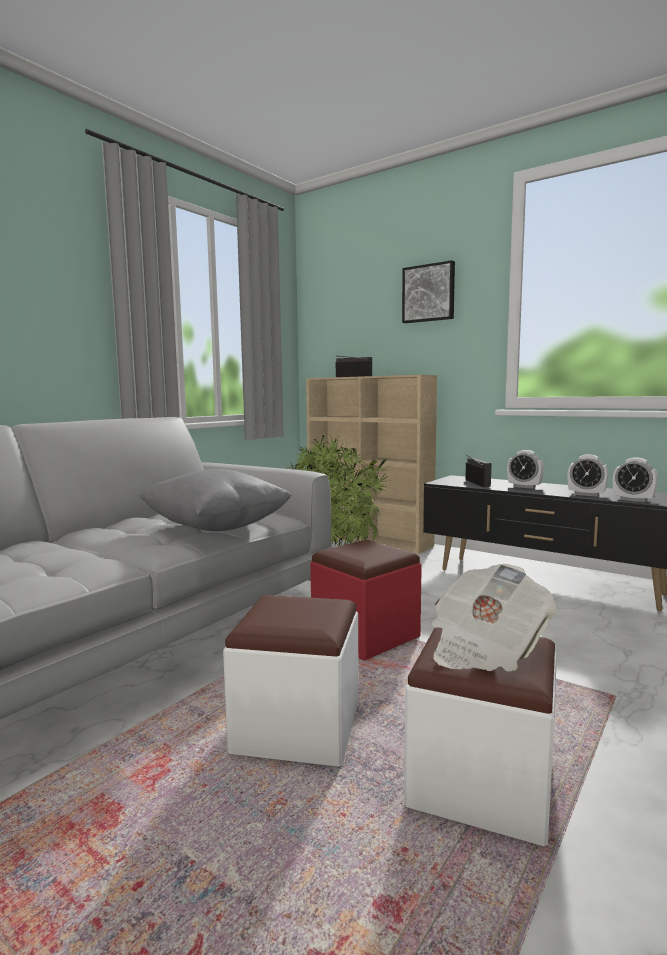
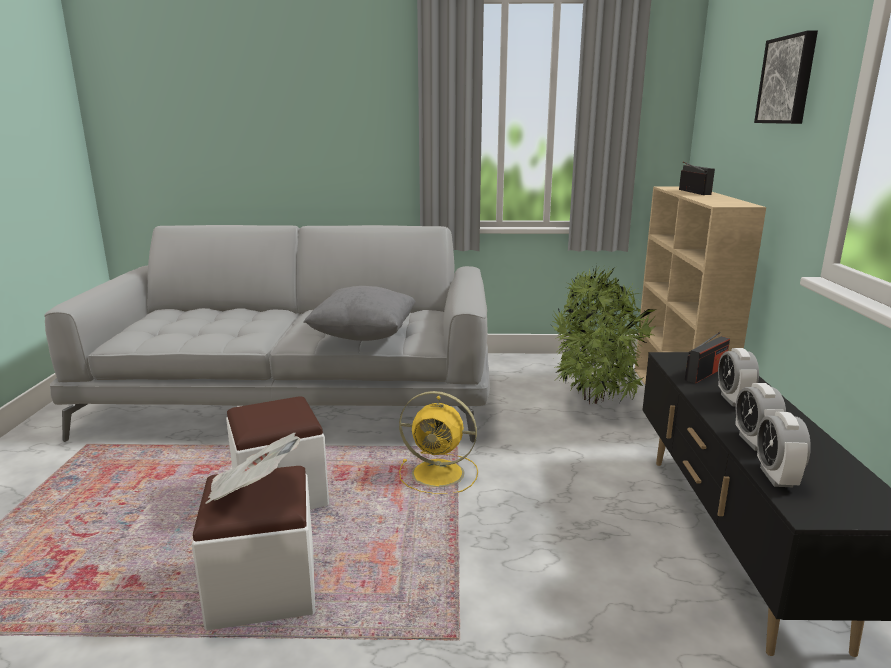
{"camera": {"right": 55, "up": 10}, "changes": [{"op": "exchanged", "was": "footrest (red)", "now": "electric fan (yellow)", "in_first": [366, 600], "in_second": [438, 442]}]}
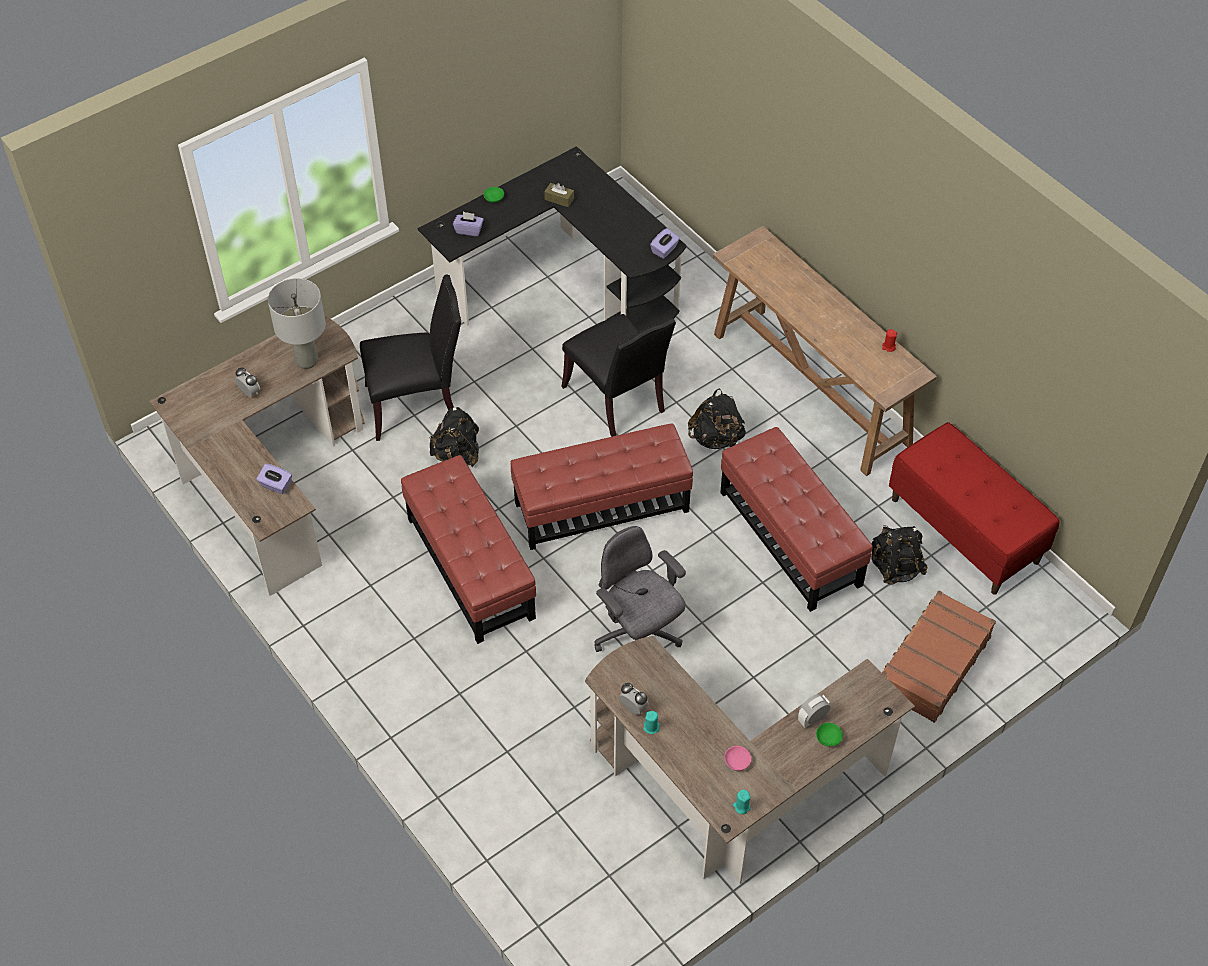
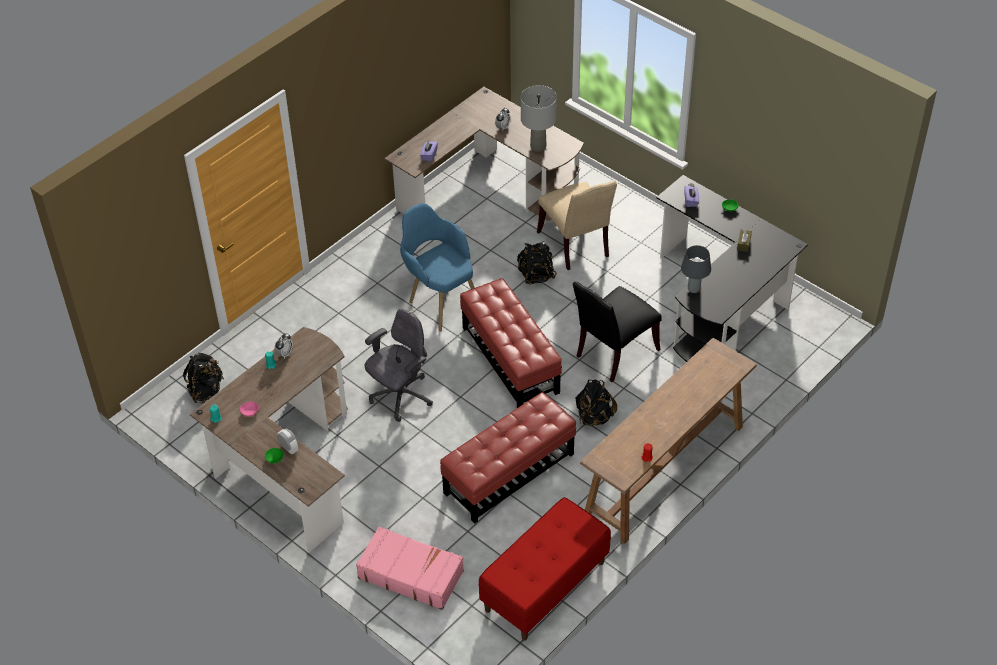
{"camera": {"right": 80, "up": -5}, "changes": [{"op": "colour", "was": "upright chair (blackish)", "now": "upright chair (beige)", "in_first": [410, 357], "in_second": [577, 225]}, {"op": "exchanged", "was": "footrest (red)", "now": "easy chair (blue)", "in_first": [468, 549], "in_second": [437, 267]}, {"op": "missing", "was": "tissue box (purple-coloured)", "in_first": [665, 243]}, {"op": "relocated", "was": "knapsack (blackish)", "in_first": [899, 555], "in_second": [203, 378]}, {"op": "colour", "was": "travel case (brownish)", "now": "travel case (pinkish)", "in_first": [939, 656], "in_second": [410, 568]}, {"op": "appeared", "now": "table lamp (greyish)", "in_second": [696, 269]}]}
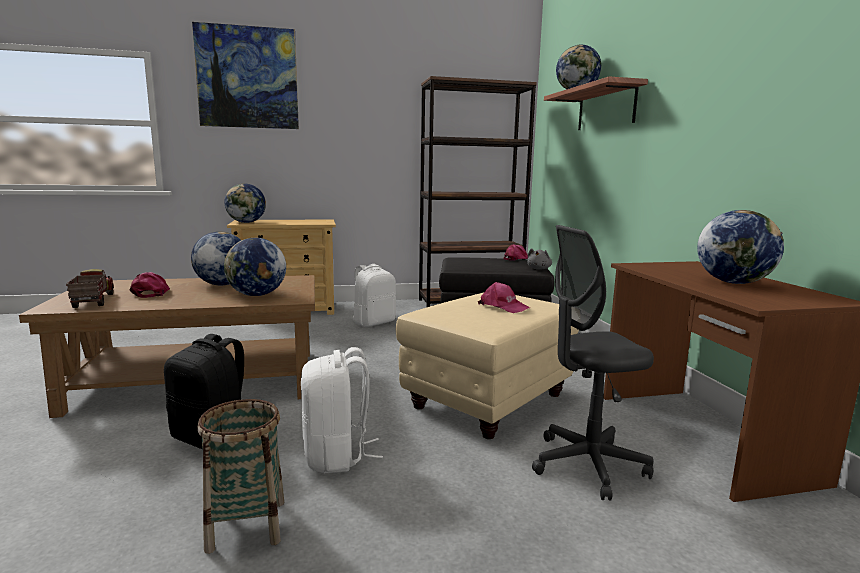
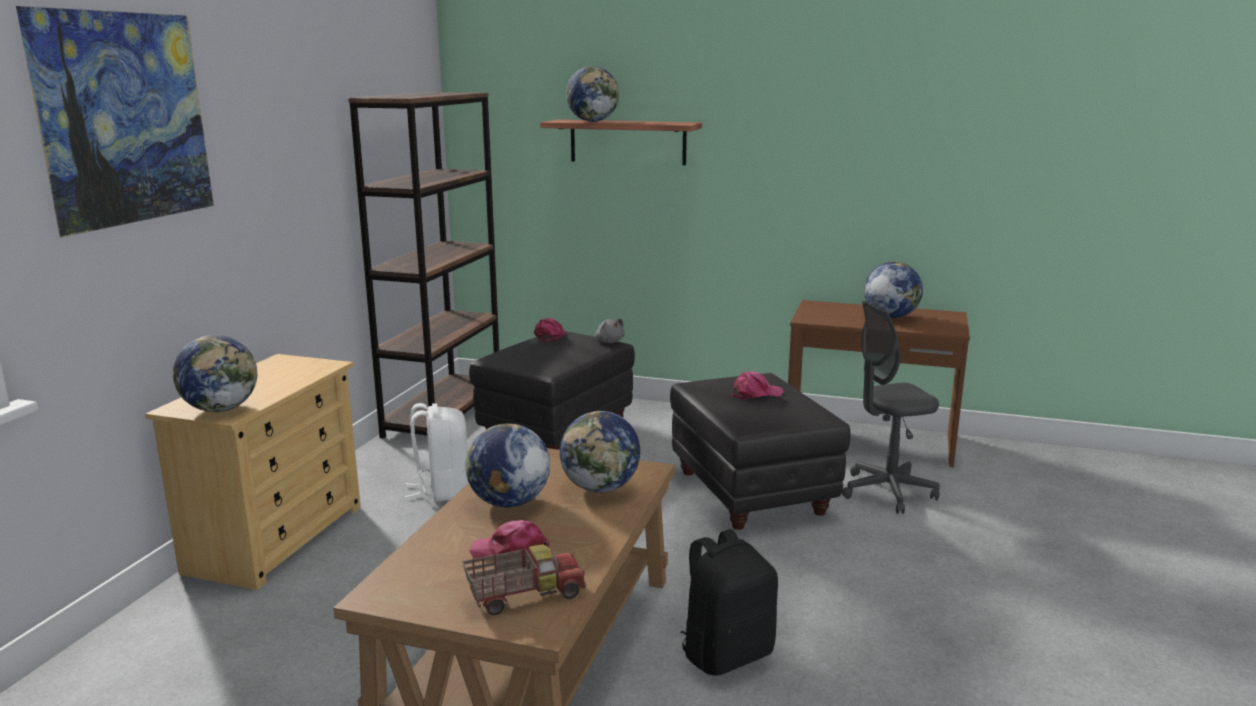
{"camera": {"right": -60, "up": 5}, "changes": [{"op": "spun", "was": "toy truck", "in_first": [90, 288], "in_second": [524, 579], "clockwise": 150}, {"op": "missing", "was": "basket", "in_first": [240, 476]}, {"op": "missing", "was": "knapsack (white)", "in_first": [342, 410]}, {"op": "colour", "was": "footrest (beige)", "now": "footrest (blackish)", "in_first": [487, 365], "in_second": [760, 451]}, {"op": "spun", "was": "desk chair (greyish)", "in_first": [593, 363], "in_second": [891, 407], "clockwise": 60}]}
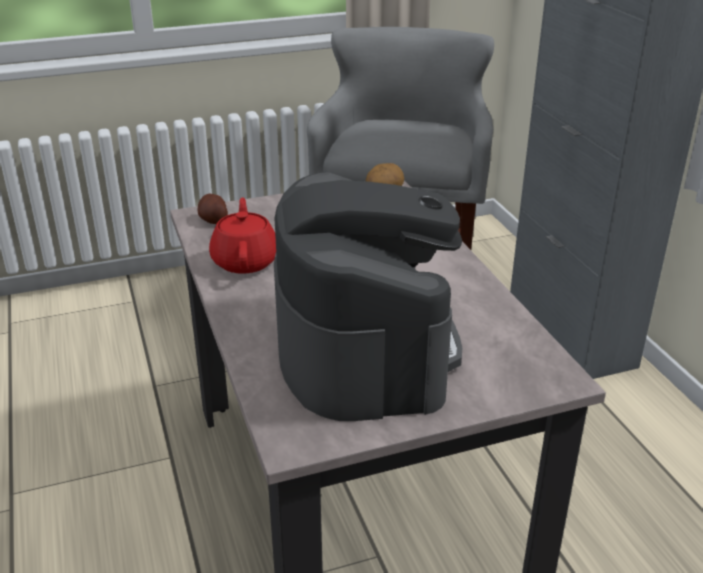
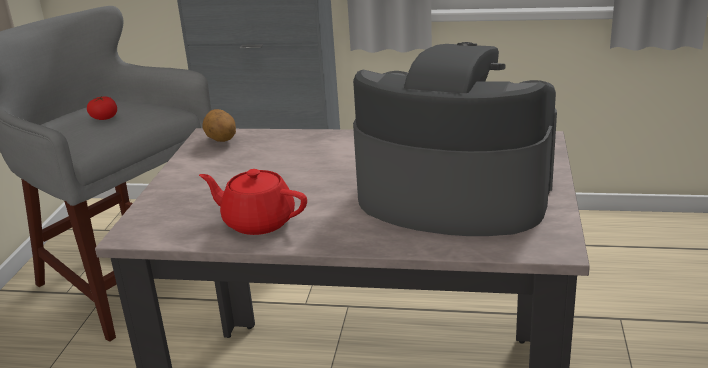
{"camera": {"right": -60, "up": -5}, "changes": [{"op": "missing", "was": "potato", "in_first": [213, 209]}, {"op": "appeared", "now": "fresh tomato", "in_second": [102, 108]}]}
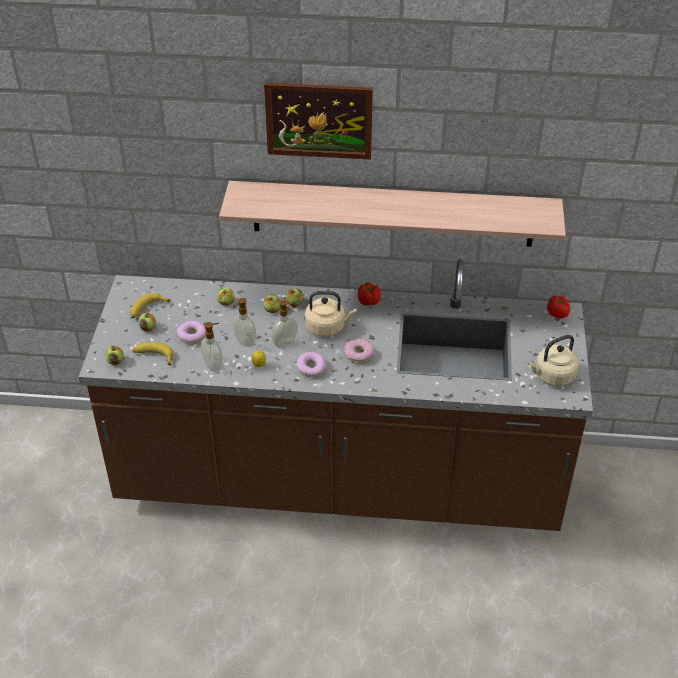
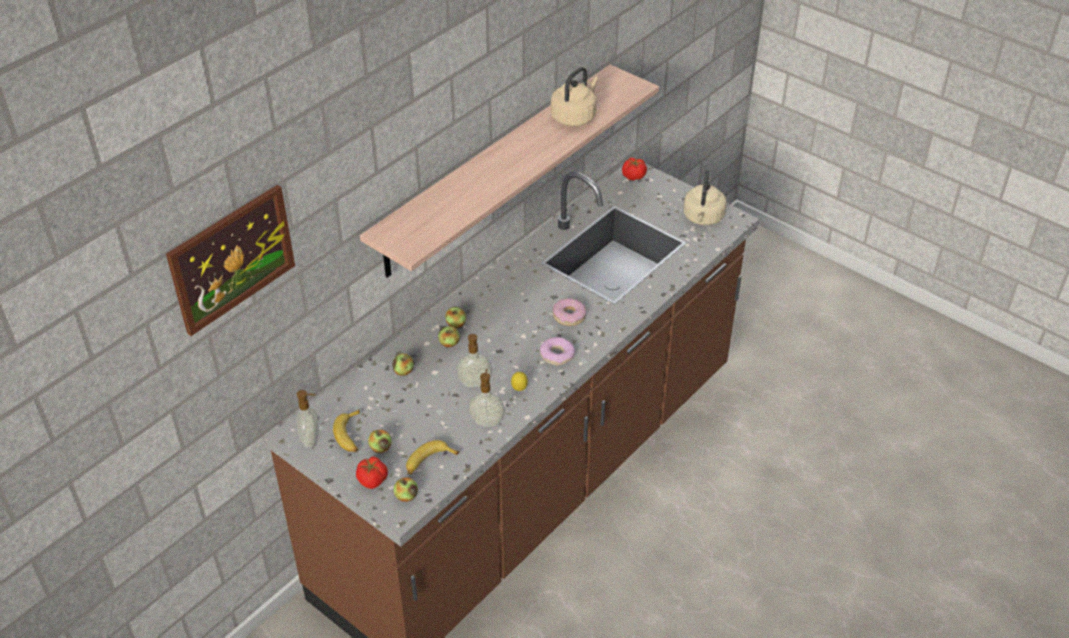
{"camera": {"right": -55, "up": 0}, "changes": [{"op": "missing", "was": "ring doughnut", "in_first": [191, 332]}, {"op": "relocated", "was": "picture", "in_first": [318, 121], "in_second": [230, 260]}, {"op": "relocated", "was": "liquid soap bottle", "in_first": [284, 324], "in_second": [307, 419]}, {"op": "relocated", "was": "tea kettle (beige)", "in_first": [331, 314], "in_second": [575, 97]}, {"op": "relocated", "was": "fresh tomato", "in_first": [369, 294], "in_second": [372, 473]}]}
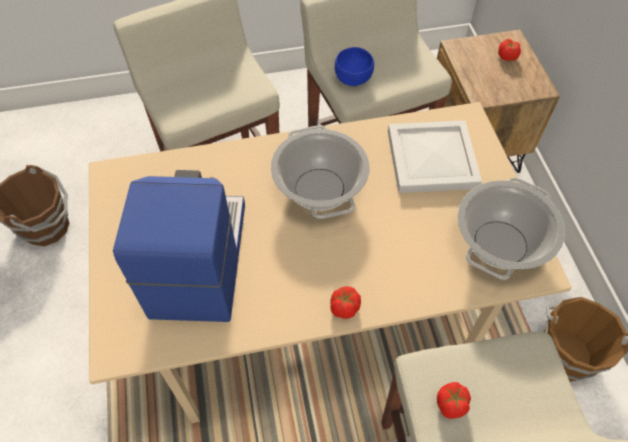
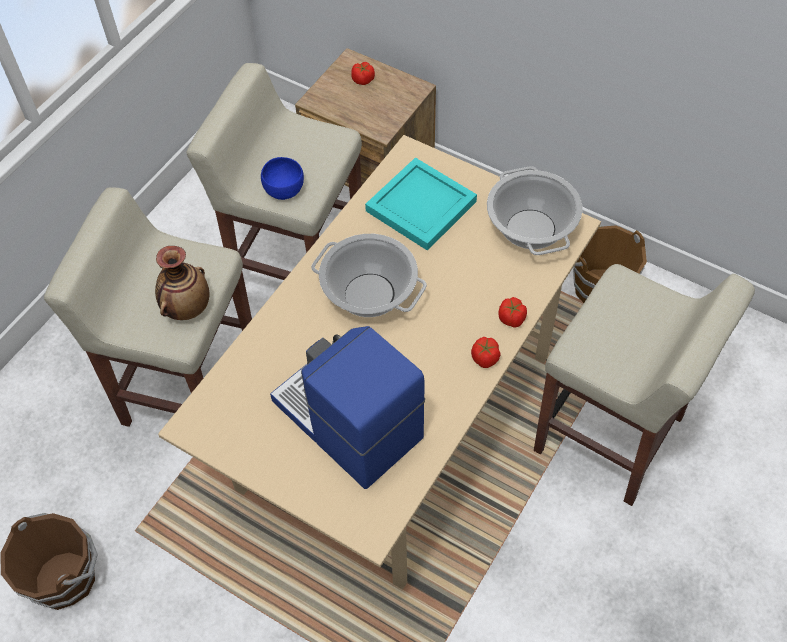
{"camera": {"right": -45, "up": 0}, "changes": [{"op": "colour", "was": "carrying tray (white)", "now": "carrying tray (turquoise-coloured)", "in_first": [435, 156], "in_second": [421, 204]}, {"op": "relocated", "was": "fresh tomato", "in_first": [454, 400], "in_second": [512, 312]}, {"op": "appeared", "now": "decorative vase", "in_second": [182, 283]}]}
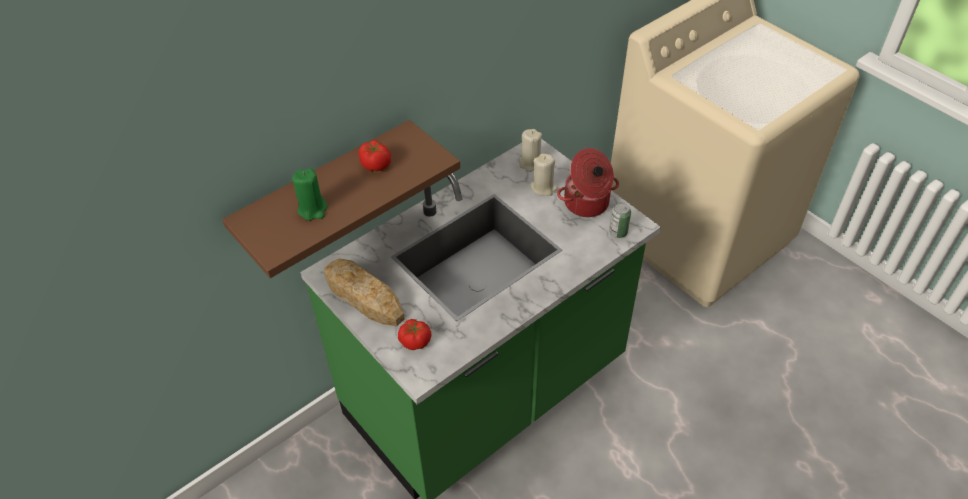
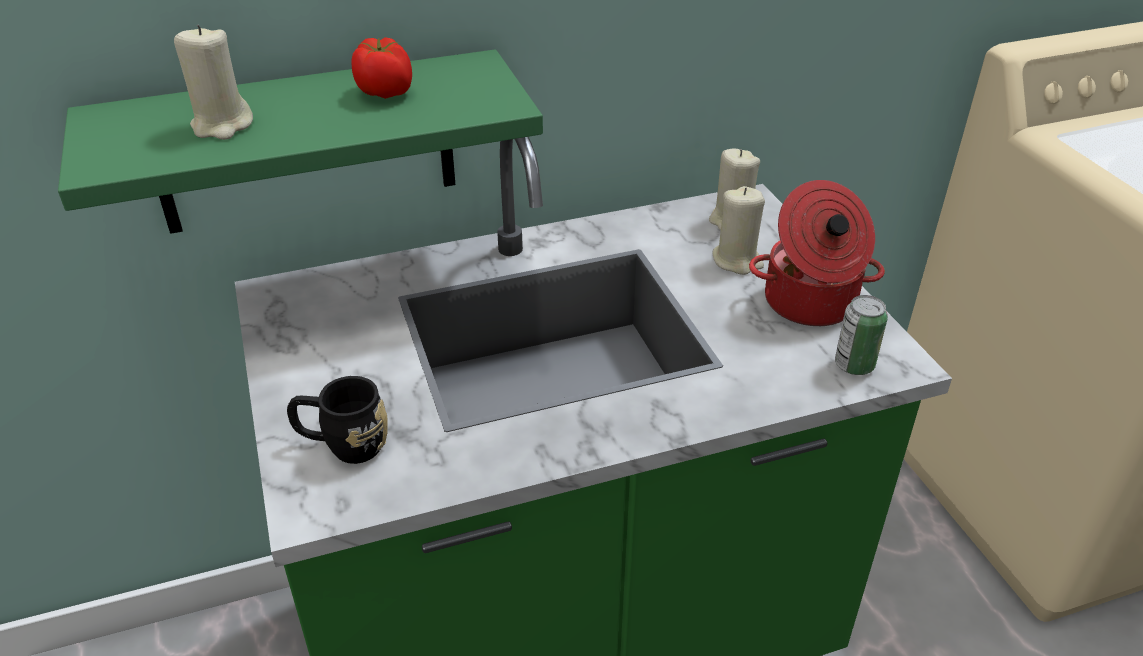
{"camera": {"right": 20, "up": -10}, "changes": [{"op": "colour", "was": "wall shelf (brownish)", "now": "wall shelf (green)", "in_first": [341, 199], "in_second": [300, 142]}, {"op": "colour", "was": "wax candle (green)", "now": "wax candle (beige)", "in_first": [310, 194], "in_second": [213, 82]}, {"op": "missing", "was": "baked bread", "in_first": [364, 292]}, {"op": "exchanged", "was": "fresh tomato", "now": "mug (blackish)", "in_first": [414, 334], "in_second": [337, 420]}]}
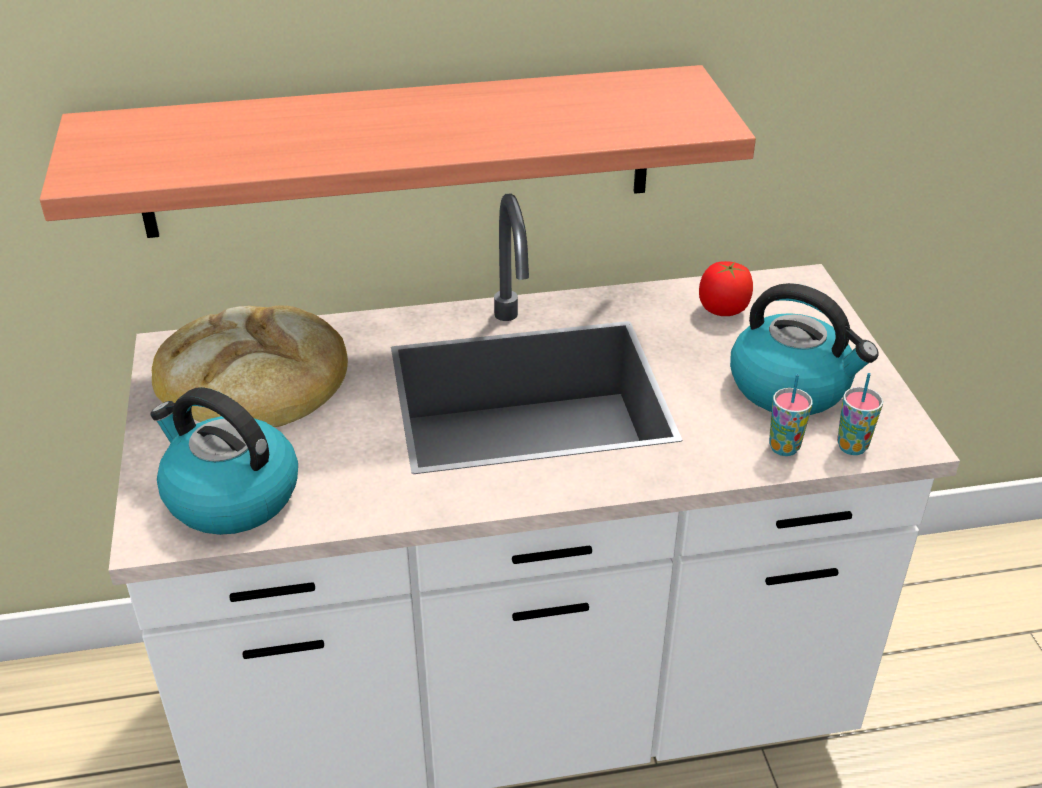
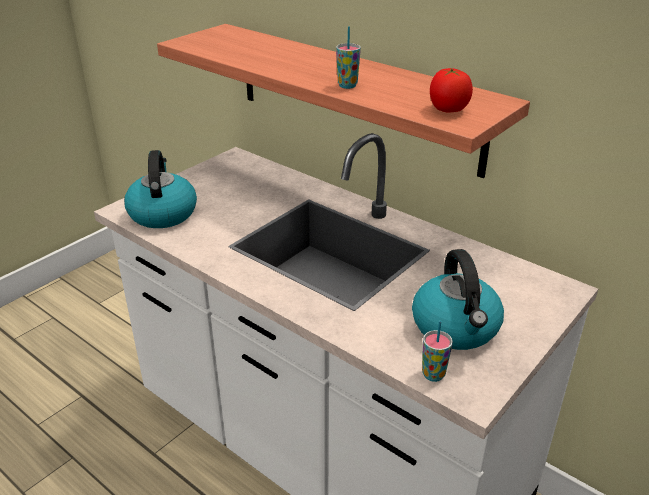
{"camera": {"right": 50, "up": -5}, "changes": [{"op": "missing", "was": "baked bread", "in_first": [250, 366]}, {"op": "relocated", "was": "fresh tomato", "in_first": [726, 288], "in_second": [451, 90]}, {"op": "relocated", "was": "drinking cup", "in_first": [791, 415], "in_second": [348, 58]}]}
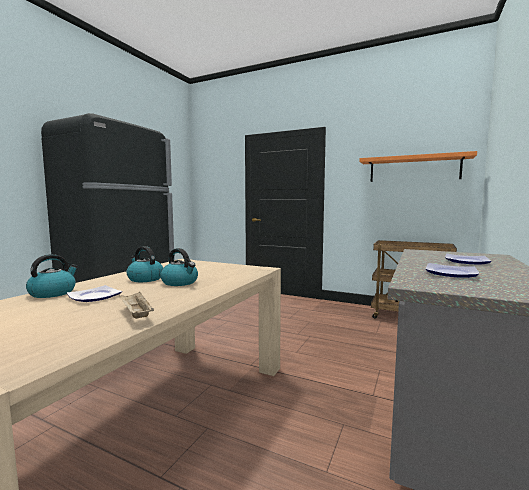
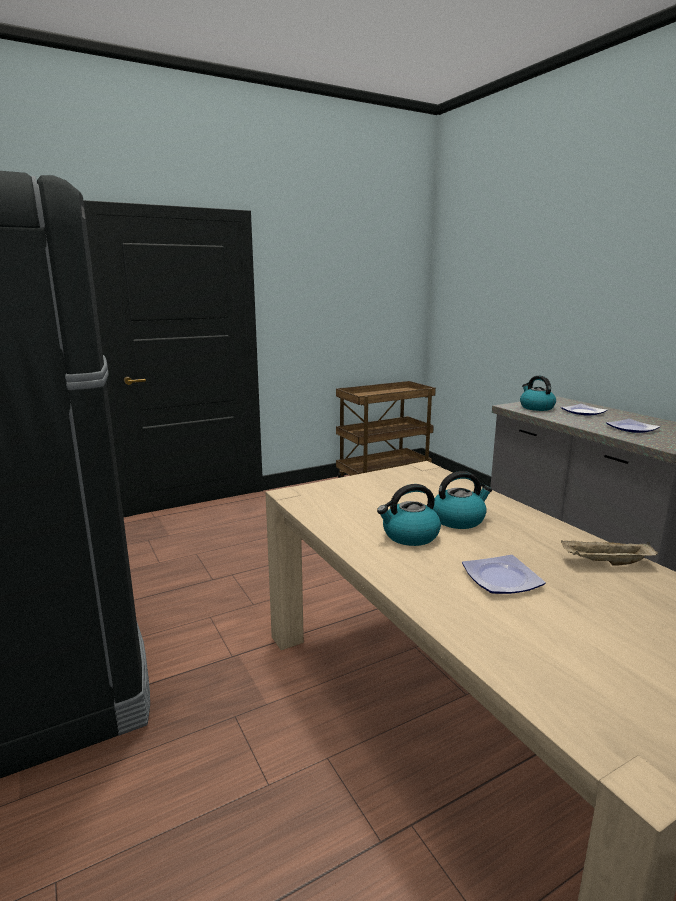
{"camera": {"right": -55, "up": 10}, "changes": [{"op": "relocated", "was": "tea kettle", "in_first": [52, 276], "in_second": [538, 393]}, {"op": "missing", "was": "wall shelf (orange)", "in_first": [418, 166]}]}
